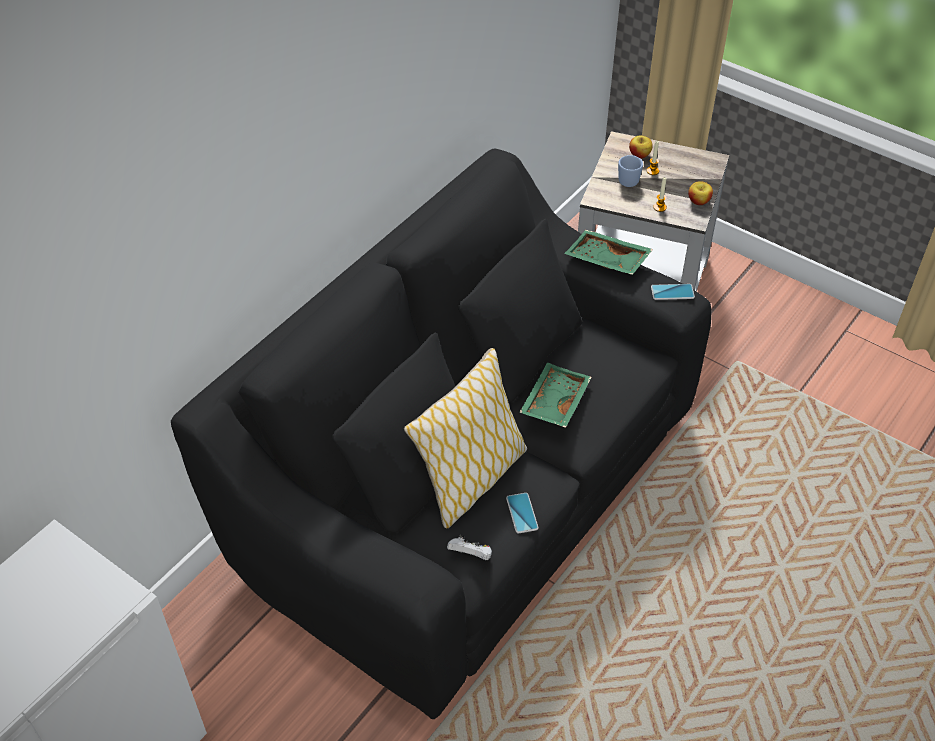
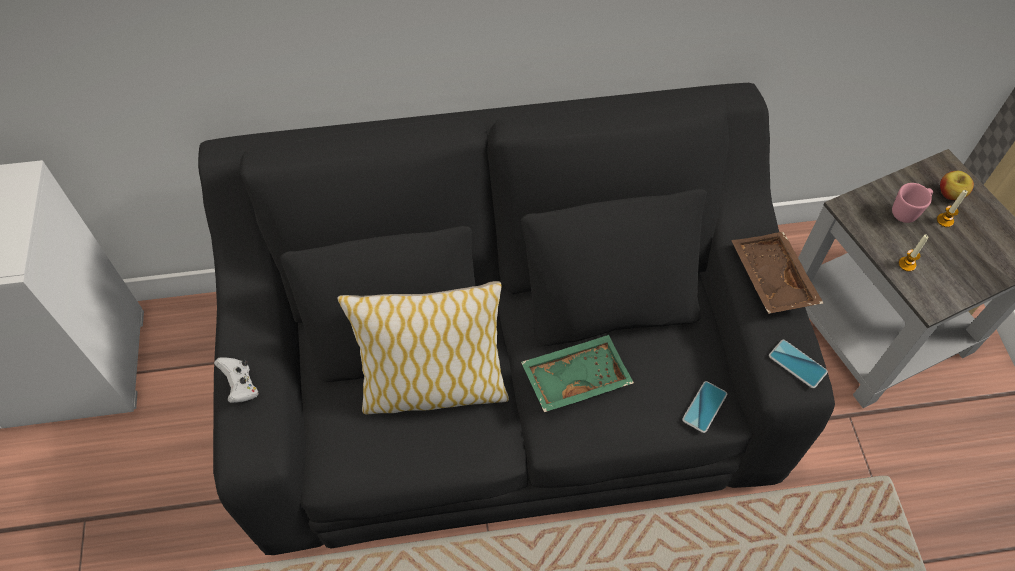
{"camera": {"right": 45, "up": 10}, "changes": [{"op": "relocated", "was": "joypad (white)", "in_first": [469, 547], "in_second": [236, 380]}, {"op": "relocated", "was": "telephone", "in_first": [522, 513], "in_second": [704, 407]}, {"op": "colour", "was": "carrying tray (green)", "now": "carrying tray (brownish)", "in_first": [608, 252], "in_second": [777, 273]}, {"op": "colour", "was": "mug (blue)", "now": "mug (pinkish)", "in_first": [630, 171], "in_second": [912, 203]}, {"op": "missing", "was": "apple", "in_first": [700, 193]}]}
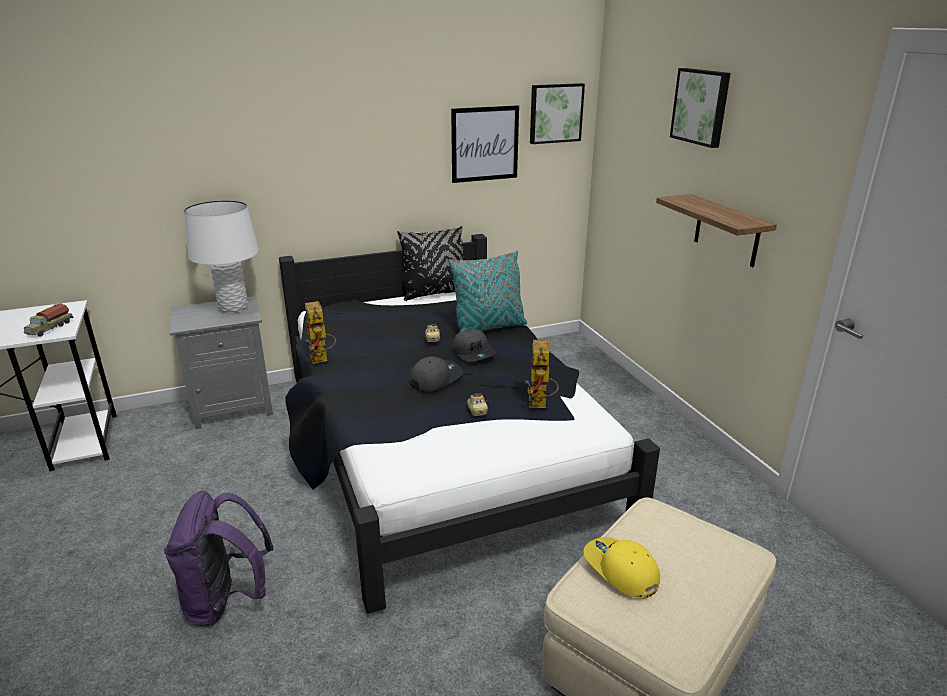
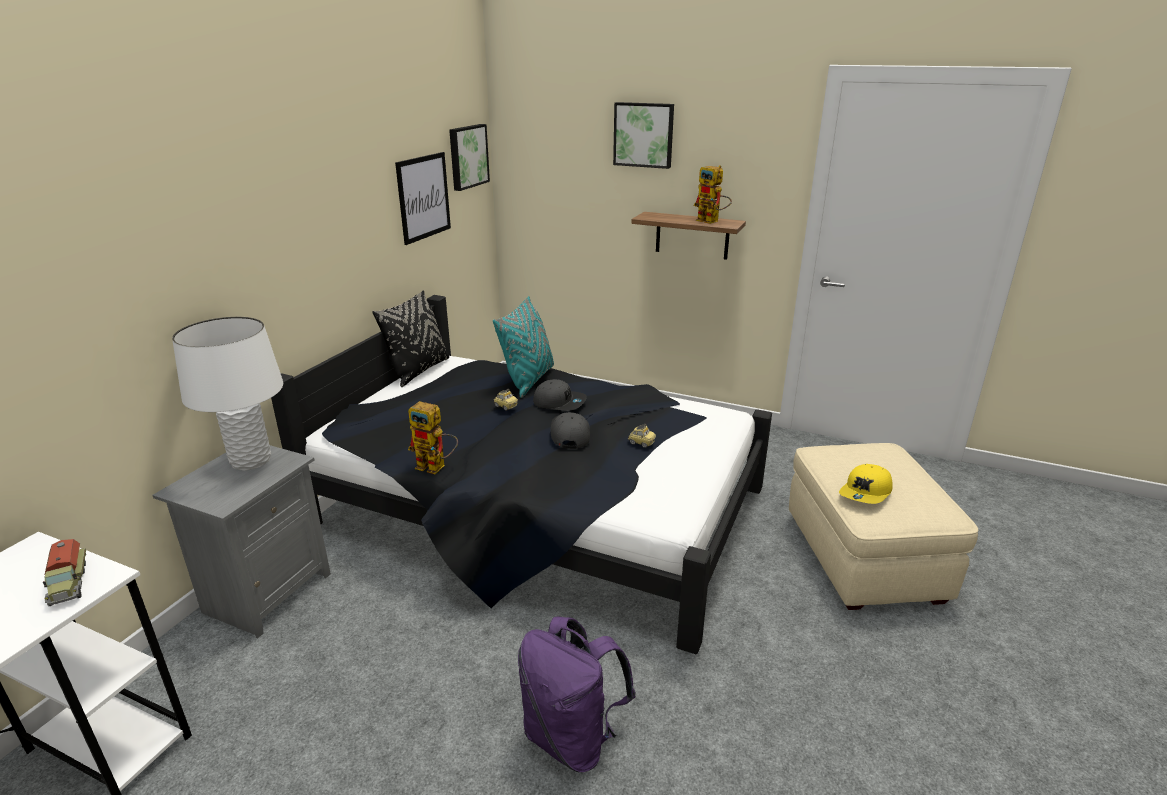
{"camera": {"right": -45, "up": 0}, "changes": [{"op": "relocated", "was": "toy robot", "in_first": [542, 374], "in_second": [713, 194]}, {"op": "spun", "was": "cap (yellow)", "in_first": [622, 568], "in_second": [866, 484], "clockwise": -60}]}
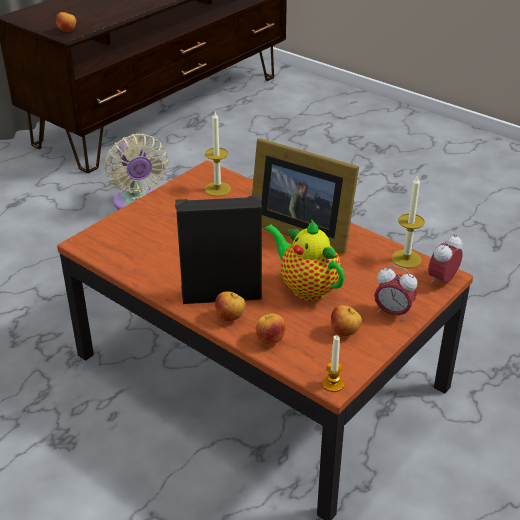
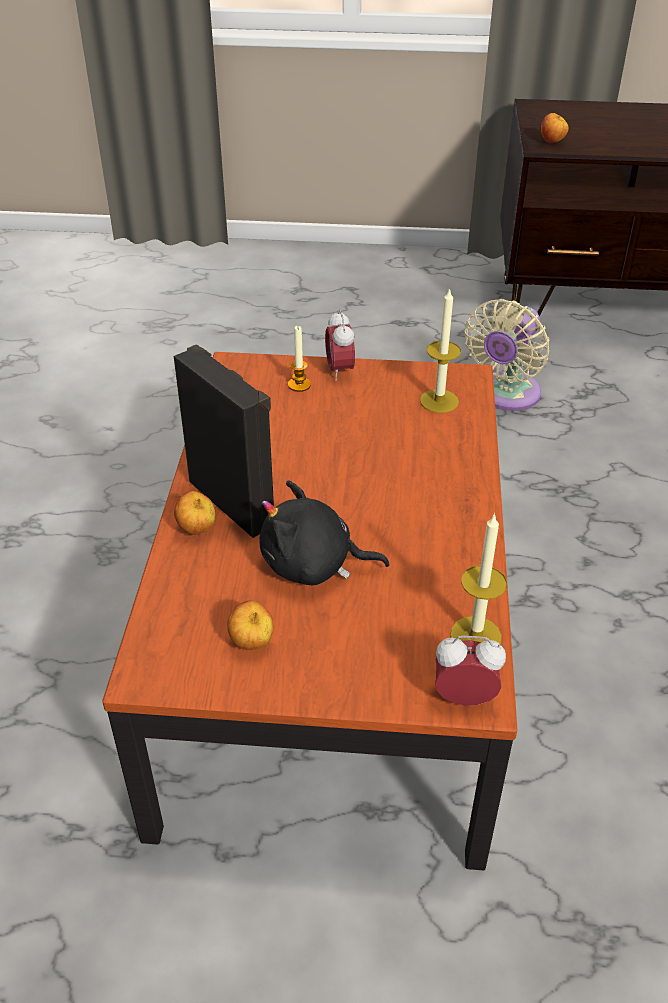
{"camera": {"right": 55, "up": 5}, "changes": [{"op": "missing", "was": "standing frame", "in_first": [305, 196]}, {"op": "missing", "was": "apple", "in_first": [271, 328]}, {"op": "exchanged", "was": "teapot", "now": "soft toy (blackish)", "in_first": [304, 260], "in_second": [324, 533]}, {"op": "relocated", "was": "wax candle", "in_first": [333, 363], "in_second": [299, 358]}, {"op": "relocated", "was": "bedside clock", "in_first": [396, 293], "in_second": [340, 345]}]}
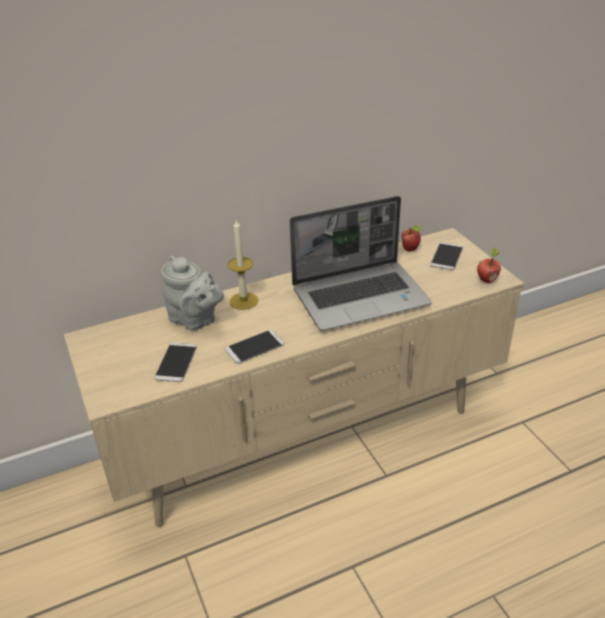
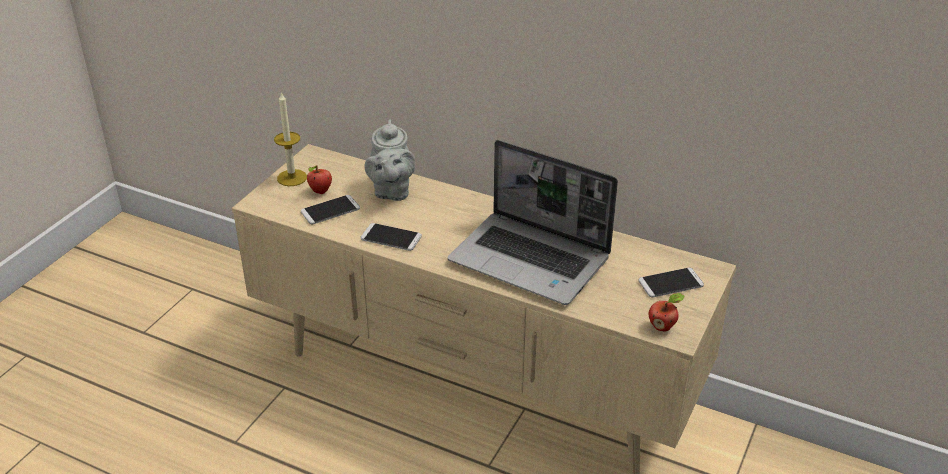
{"camera": {"right": 50, "up": 0}, "changes": [{"op": "relocated", "was": "wax candle", "in_first": [243, 265], "in_second": [290, 139]}, {"op": "relocated", "was": "apple", "in_first": [411, 238], "in_second": [319, 179]}]}
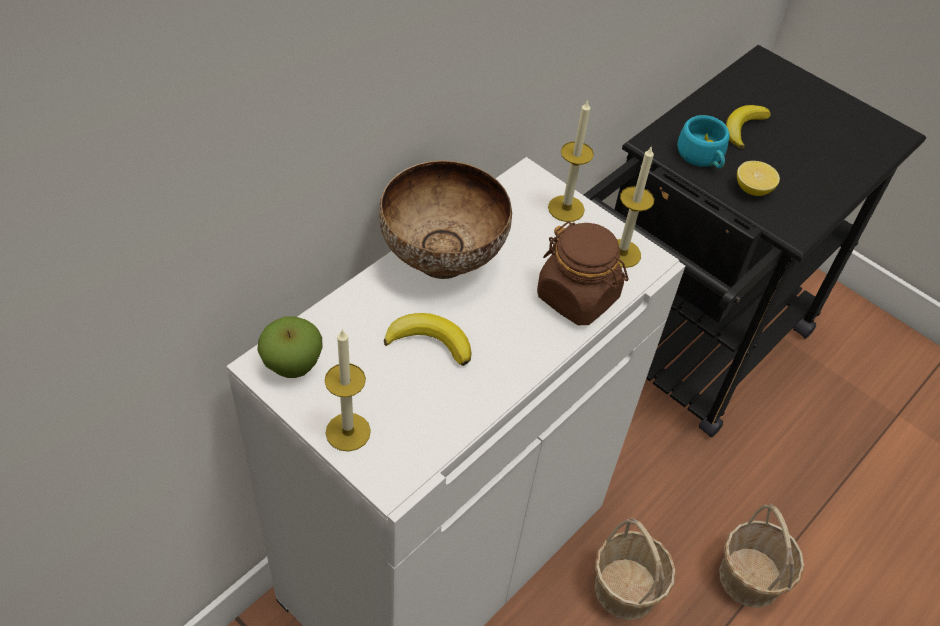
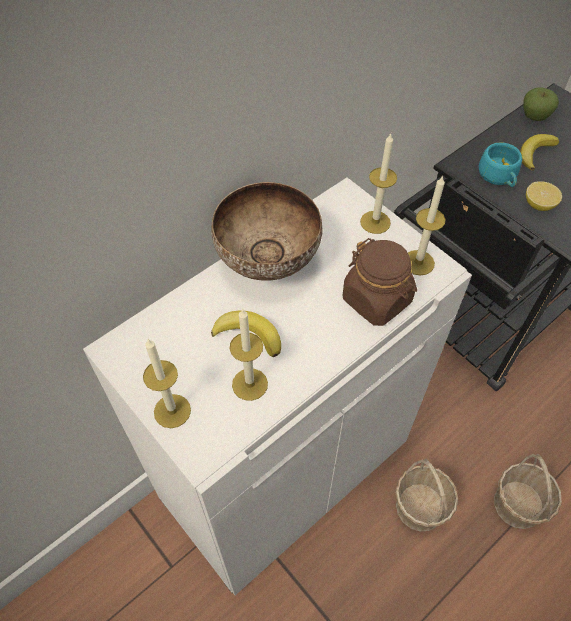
{"camera": {"right": 10, "up": 5}, "changes": [{"op": "relocated", "was": "apple", "in_first": [290, 347], "in_second": [541, 104]}, {"op": "appeared", "now": "wax candle", "in_second": [248, 354]}]}
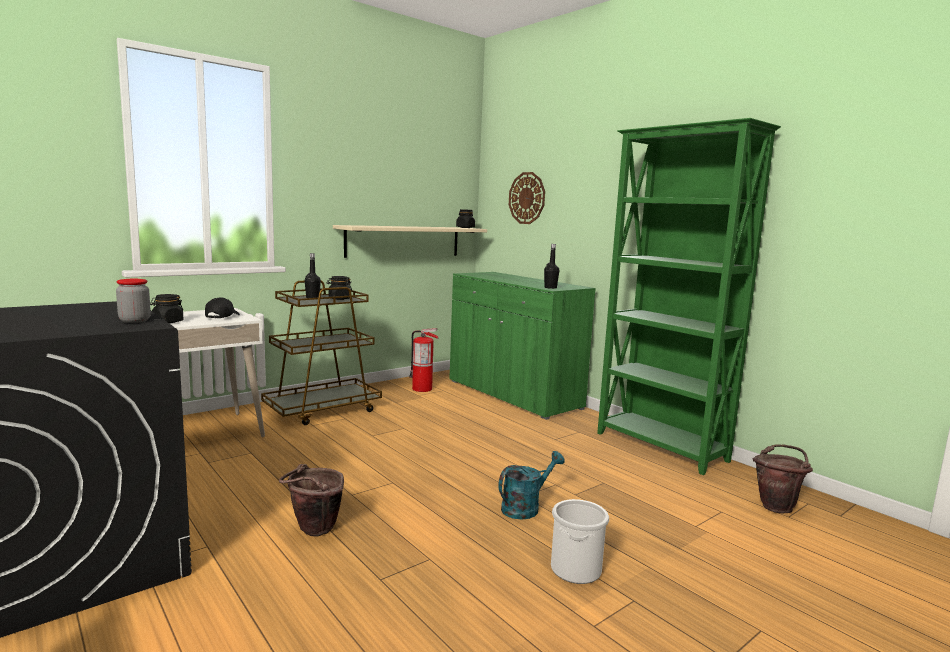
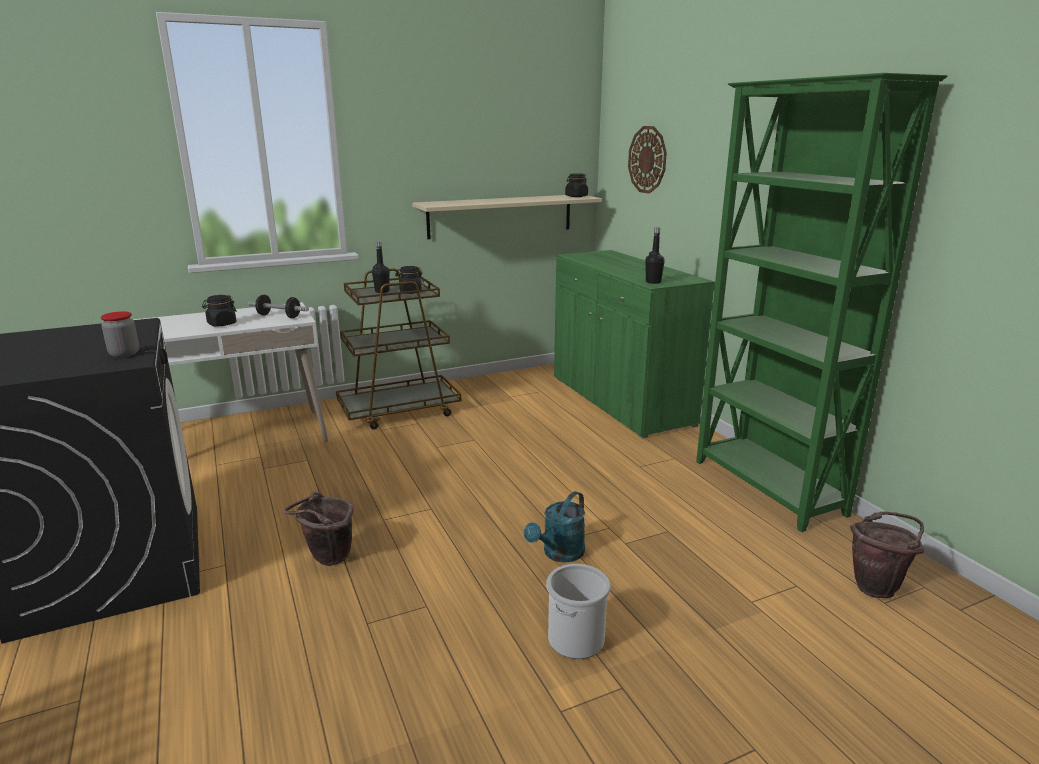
{"camera": {"right": 15, "up": 10}, "changes": [{"op": "exchanged", "was": "cap (blackish)", "now": "hand weight", "in_first": [222, 308], "in_second": [278, 306]}, {"op": "missing", "was": "fire-fighting cylinder", "in_first": [423, 360]}, {"op": "spun", "was": "sprinkling can (turquoise-coloured)", "in_first": [531, 485], "in_second": [554, 527], "clockwise": 150}]}
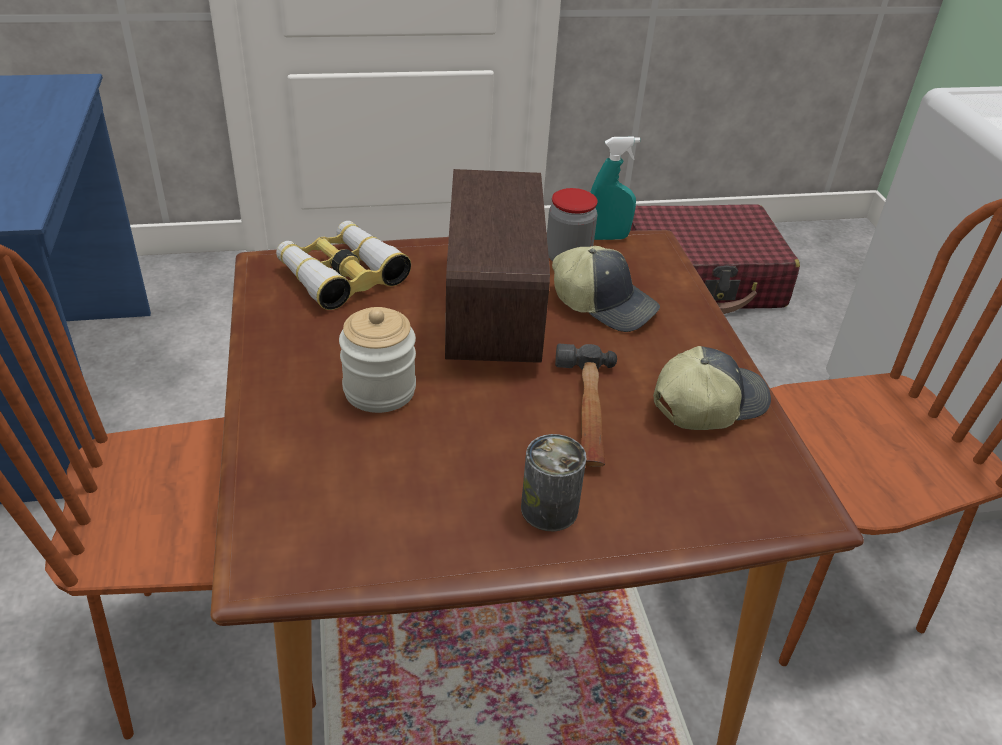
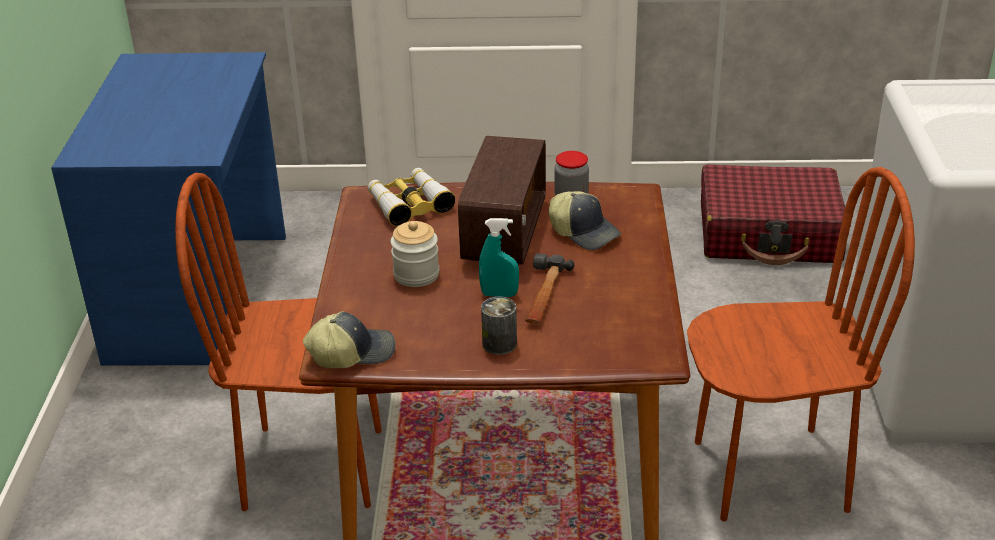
{"camera": {"right": 15, "up": -5}, "changes": [{"op": "relocated", "was": "hand sprayer (turquoise-coloured)", "in_first": [615, 188], "in_second": [499, 257]}, {"op": "relocated", "was": "cap", "in_first": [712, 388], "in_second": [349, 339]}]}
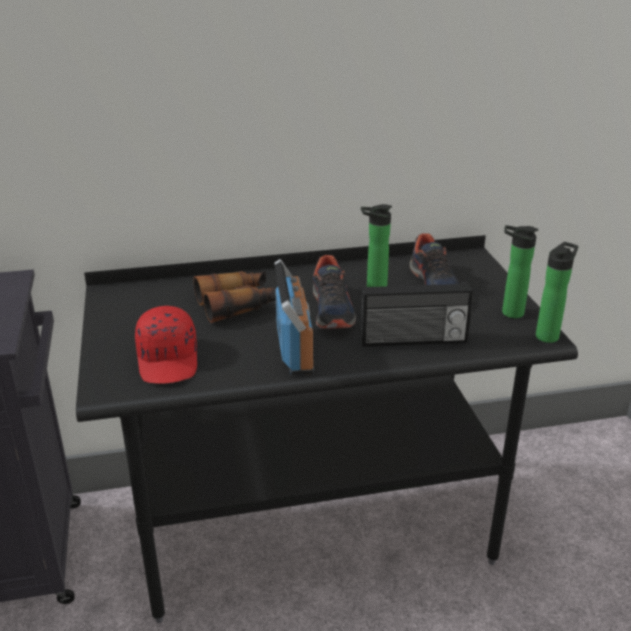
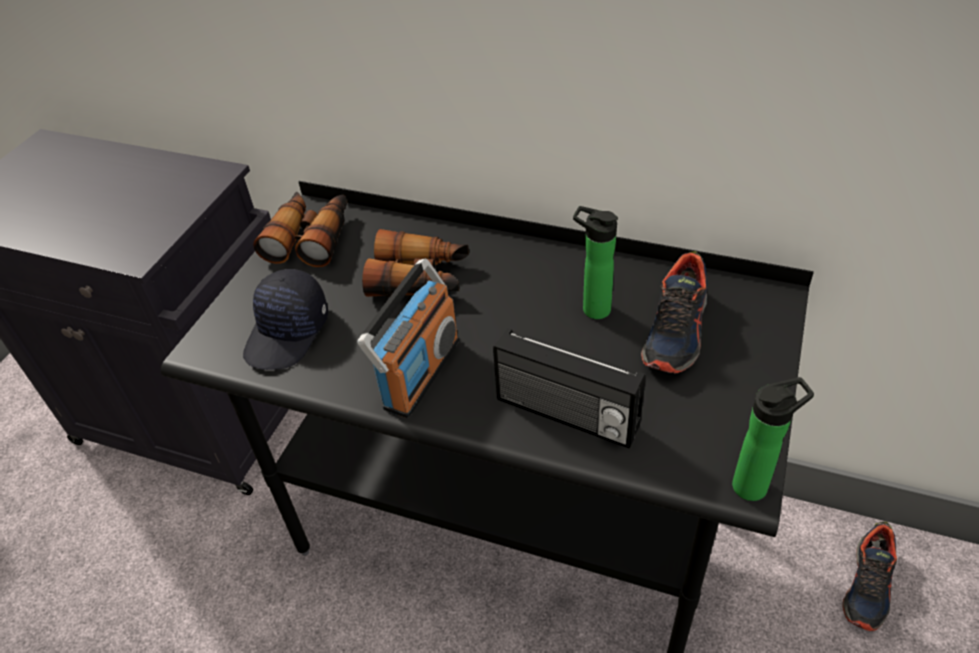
{"camera": {"right": 35, "up": 15}, "changes": [{"op": "colour", "was": "cap (red)", "now": "cap (blackish)", "in_first": [166, 345], "in_second": [285, 319]}, {"op": "relocated", "was": "low shoe", "in_first": [334, 292], "in_second": [869, 576]}, {"op": "missing", "was": "beverage bottle", "in_first": [520, 271]}, {"op": "appeared", "now": "field glasses", "in_second": [300, 229]}]}
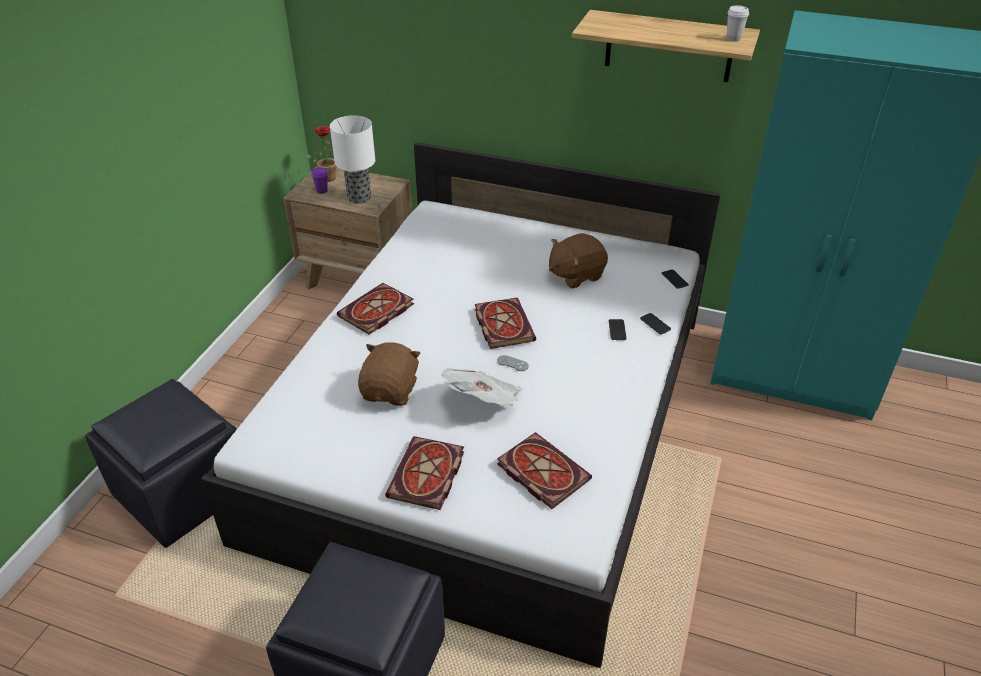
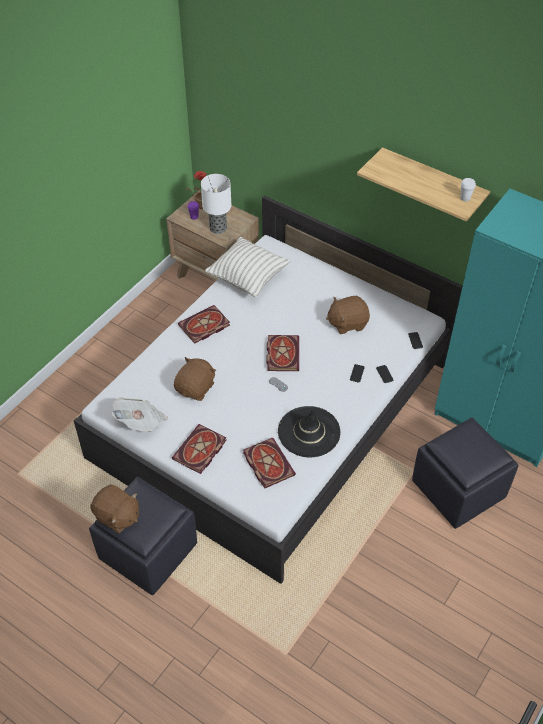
{"camera": {"right": 15, "up": 10}, "changes": [{"op": "relocated", "was": "footrest (blackish)", "in_first": [161, 463], "in_second": [465, 473]}, {"op": "relocated", "was": "daily paper", "in_first": [482, 387], "in_second": [139, 415]}, {"op": "appeared", "now": "soft toy (brownish)", "in_second": [114, 509]}, {"op": "appeared", "now": "pillow", "in_second": [247, 267]}, {"op": "appeared", "now": "clothing hat (blackish)", "in_second": [309, 432]}]}
